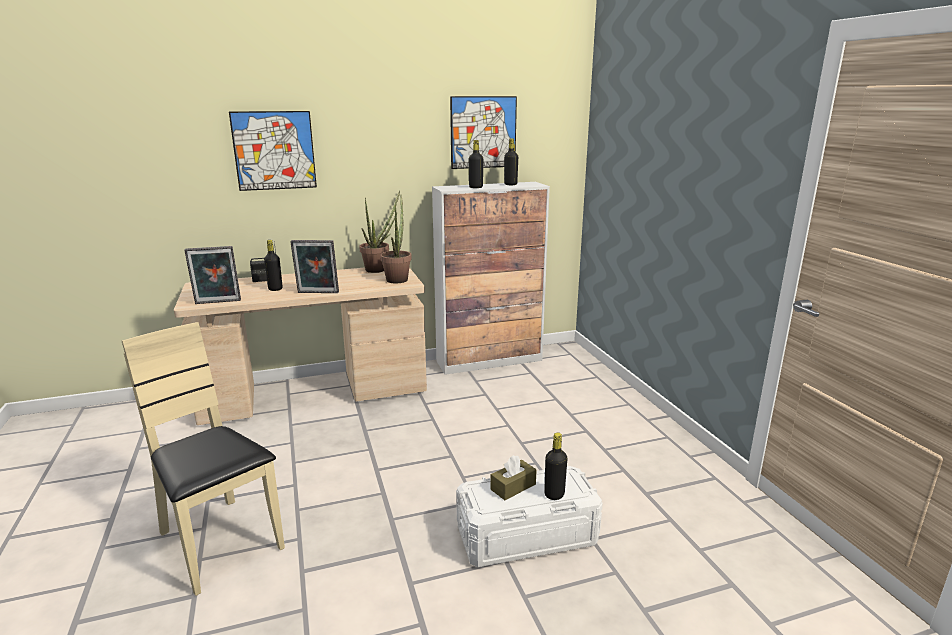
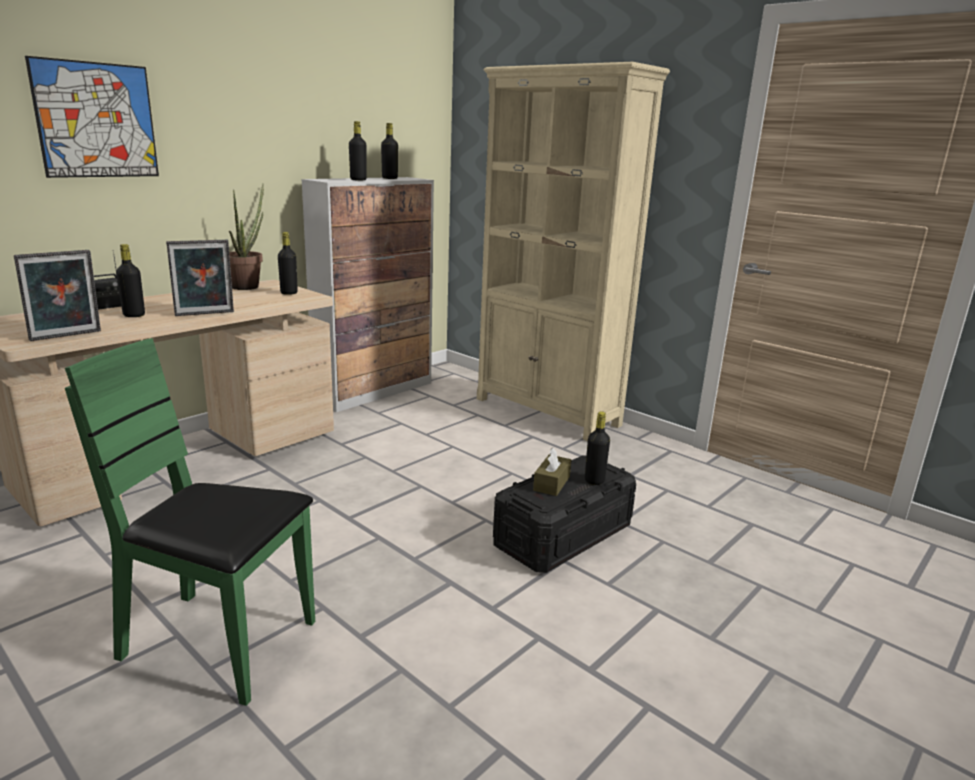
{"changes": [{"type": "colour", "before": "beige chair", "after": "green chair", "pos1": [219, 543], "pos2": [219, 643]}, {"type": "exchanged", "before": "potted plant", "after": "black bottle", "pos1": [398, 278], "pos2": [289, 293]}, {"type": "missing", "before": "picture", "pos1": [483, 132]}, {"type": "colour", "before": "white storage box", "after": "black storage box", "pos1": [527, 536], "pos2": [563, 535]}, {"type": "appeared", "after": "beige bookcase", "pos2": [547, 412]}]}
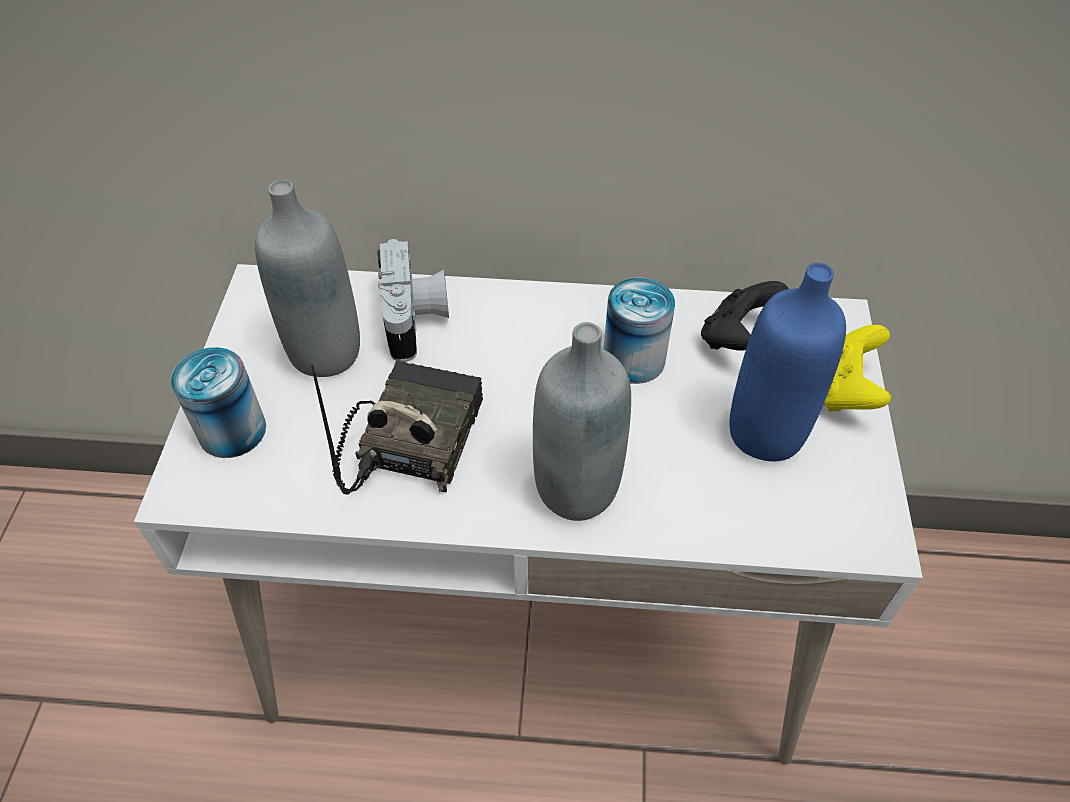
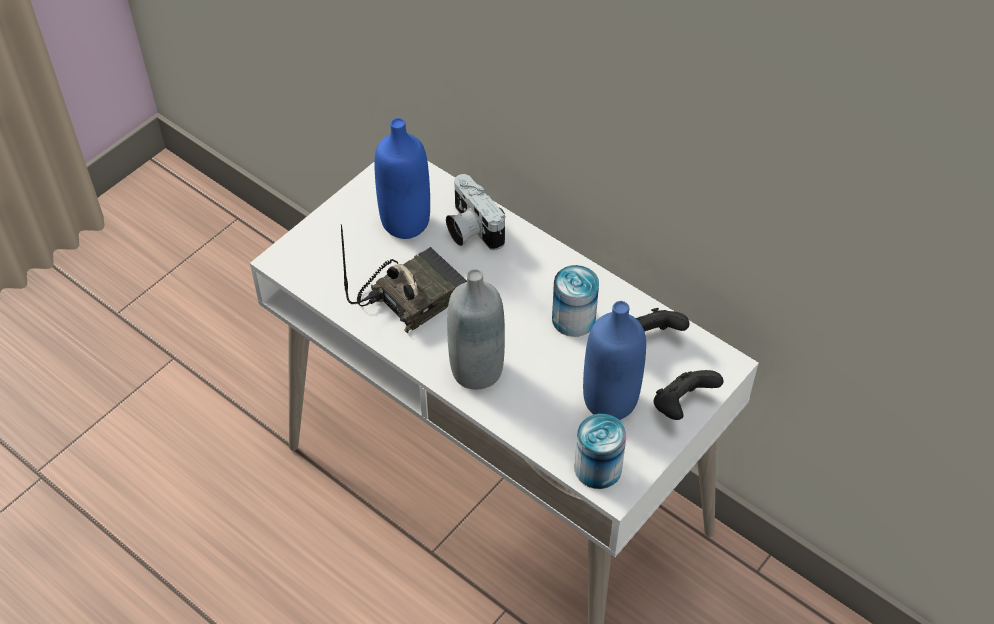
{"changes": [{"type": "relocated", "before": "can", "pos1": [232, 430], "pos2": [598, 468]}, {"type": "colour", "before": "grey bottle", "after": "blue bottle", "pos1": [325, 352], "pos2": [405, 222]}, {"type": "spun", "before": "photo camera", "pos1": [417, 319], "pos2": [470, 229], "turn": 120}, {"type": "colour", "before": "yellow game controller", "after": "black game controller", "pos1": [844, 391], "pos2": [682, 405]}]}
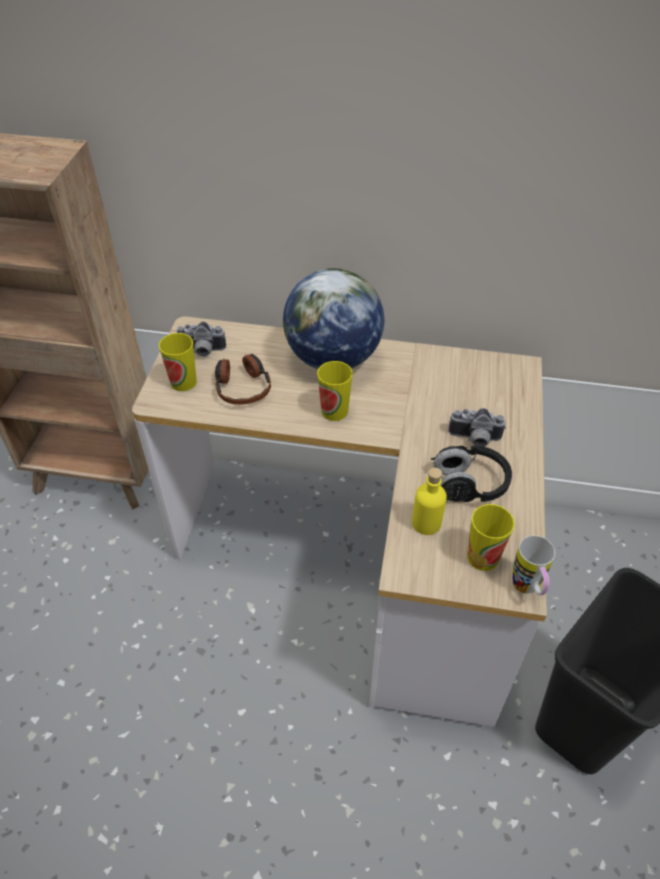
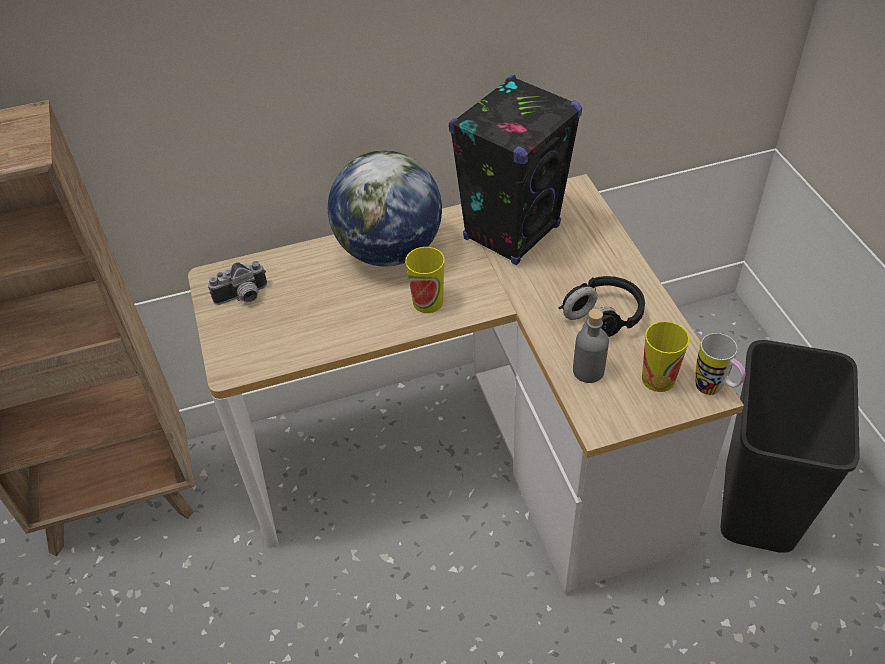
{"changes": [{"type": "missing", "before": "cup", "pos1": [183, 382]}, {"type": "missing", "before": "headphones", "pos1": [242, 386]}, {"type": "colour", "before": "yellow bottle", "after": "grey bottle", "pos1": [426, 523], "pos2": [588, 371]}, {"type": "missing", "before": "photo camera", "pos1": [474, 439]}, {"type": "appeared", "after": "black speaker", "pos2": [512, 232]}]}
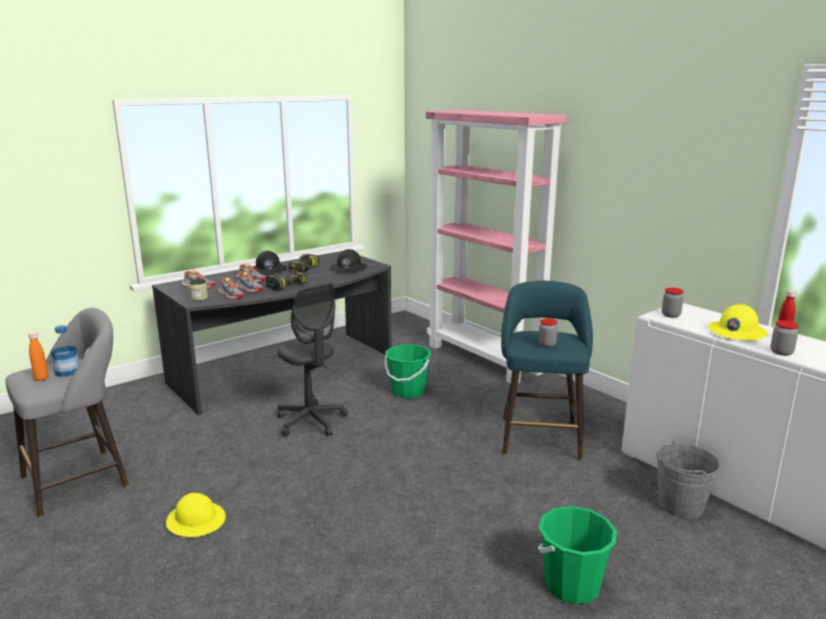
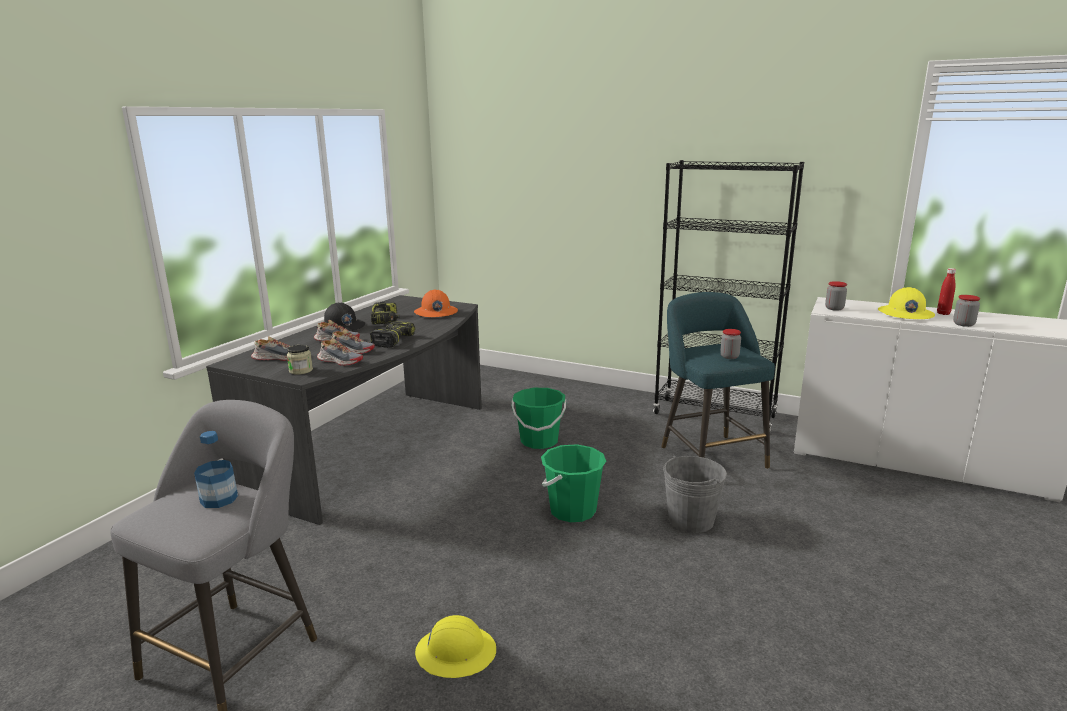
{"changes": [{"type": "missing", "before": "orange bottle", "pos1": [41, 379]}, {"type": "missing", "before": "grey office chair", "pos1": [311, 421]}, {"type": "colour", "before": "black hard hat", "after": "orange hard hat", "pos1": [348, 268], "pos2": [435, 313]}, {"type": "missing", "before": "pink bookcase", "pos1": [485, 359]}, {"type": "relocated", "before": "green bucket", "pos1": [572, 585], "pos2": [572, 511]}, {"type": "relocated", "before": "grey bucket", "pos1": [680, 505], "pos2": [691, 520]}, {"type": "appeared", "after": "black bookcase", "pos2": [714, 415]}]}
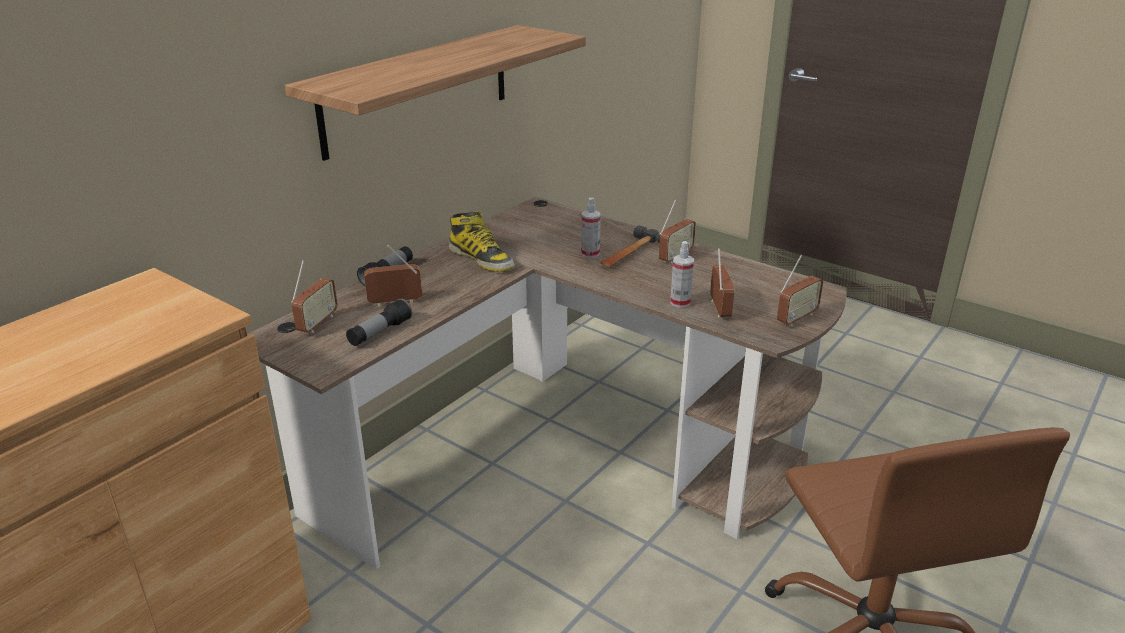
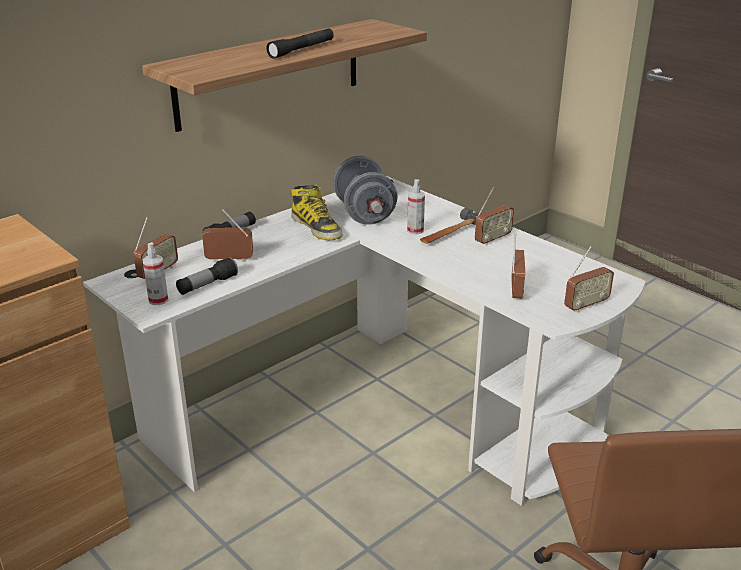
{"changes": [{"type": "colour", "before": "brown desk", "after": "white desk", "pos1": [559, 452], "pos2": [378, 408]}, {"type": "relocated", "before": "spray bottle", "pos1": [680, 302], "pos2": [158, 300]}, {"type": "appeared", "after": "black flashlight", "pos2": [302, 49]}, {"type": "appeared", "after": "grey dumbbell", "pos2": [364, 213]}]}
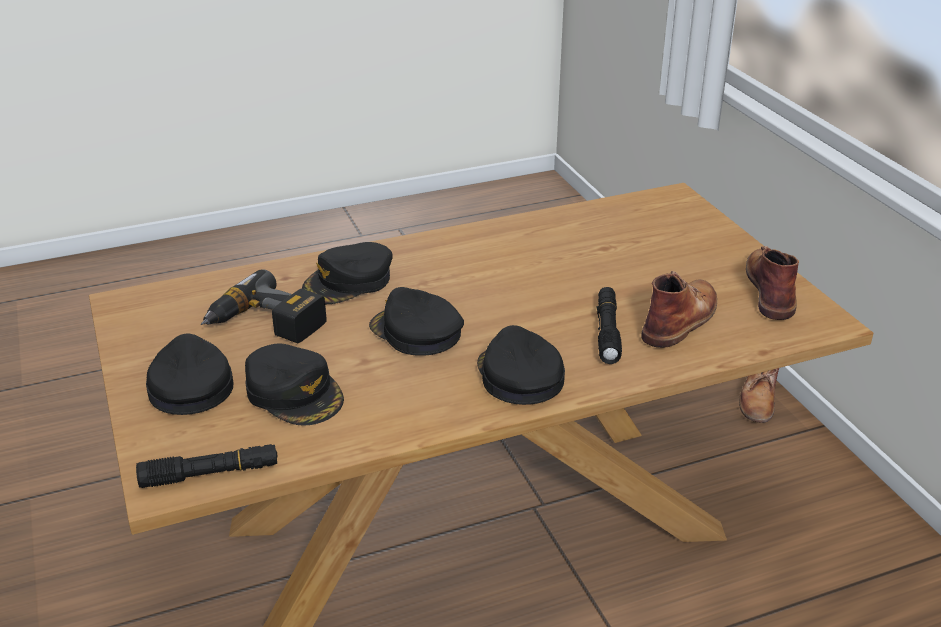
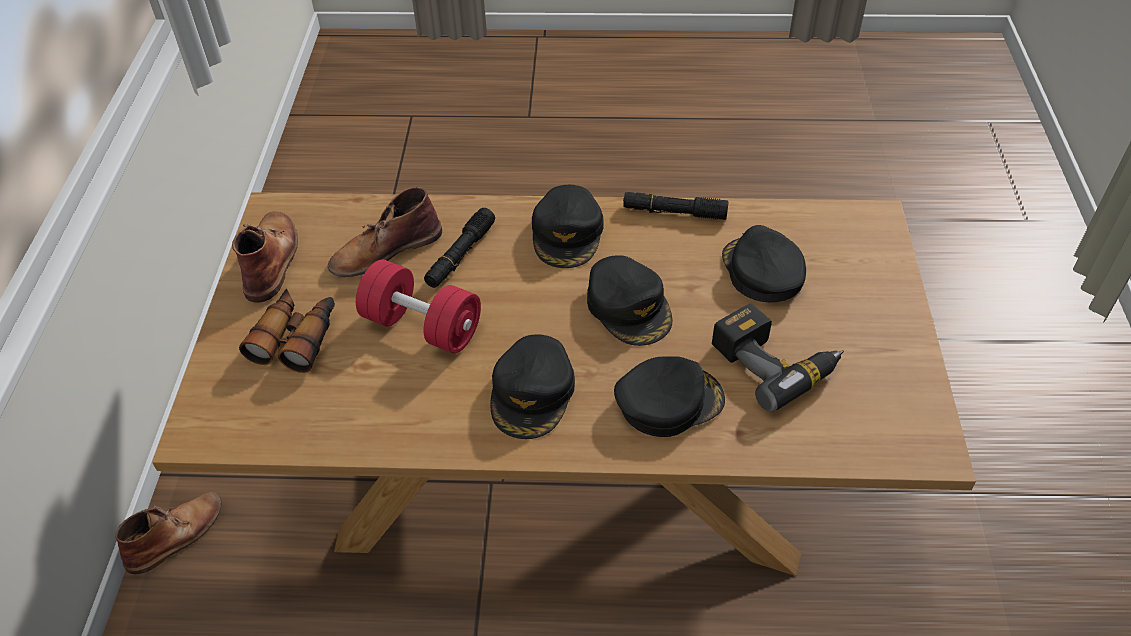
{"changes": [{"type": "relocated", "before": "black flashlight", "pos1": [210, 474], "pos2": [674, 212]}, {"type": "relocated", "before": "black cap", "pos1": [190, 385], "pos2": [533, 393]}, {"type": "spun", "before": "brown boot", "pos1": [770, 288], "pos2": [271, 259], "turn": 150}, {"type": "appeared", "after": "binoculars", "pos2": [296, 337]}, {"type": "appeared", "after": "red dumbbell", "pos2": [422, 326]}]}
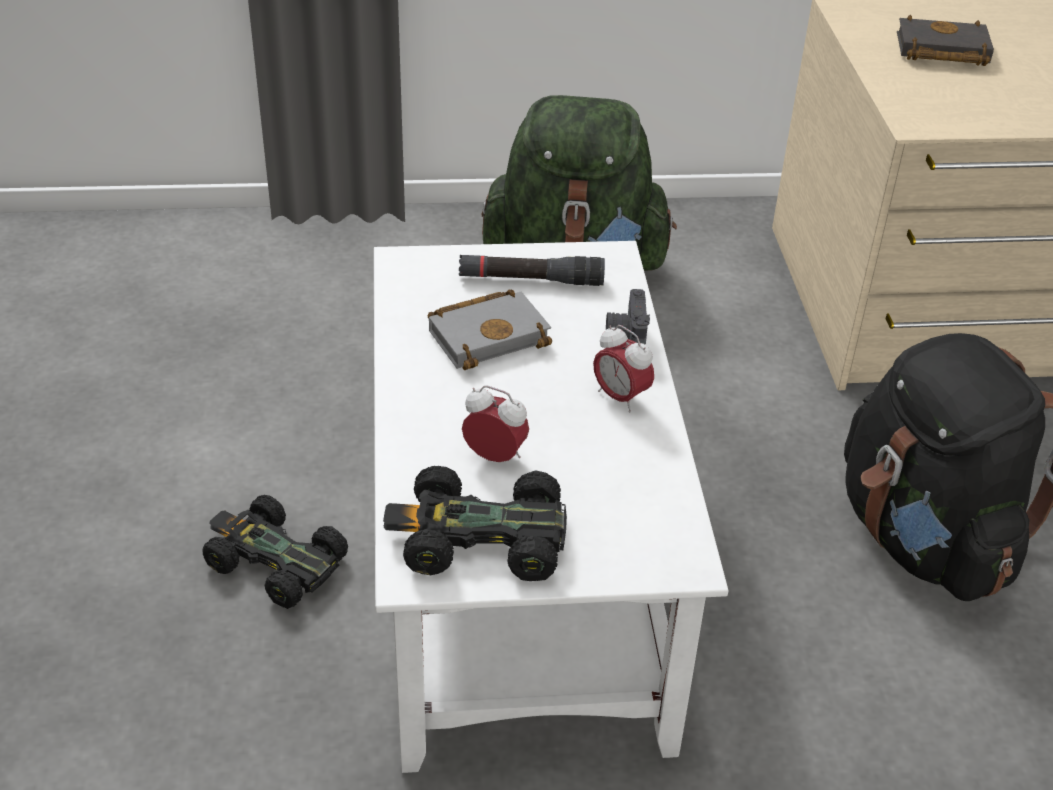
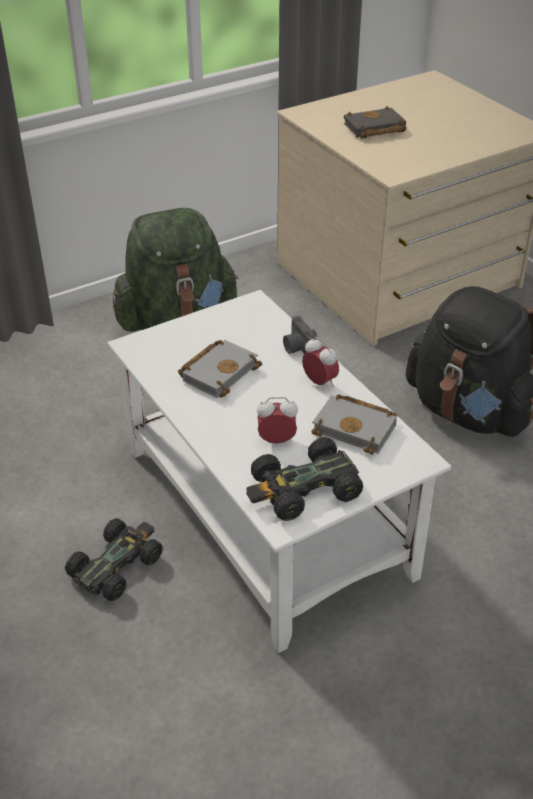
{"changes": [{"type": "spun", "before": "black toy car", "pos1": [274, 562], "pos2": [116, 565], "turn": 120}, {"type": "missing", "before": "black flashlight", "pos1": [531, 280]}, {"type": "spun", "before": "alarm clock", "pos1": [620, 397], "pos2": [320, 382], "turn": -150}, {"type": "appeared", "after": "grey book", "pos2": [357, 428]}]}
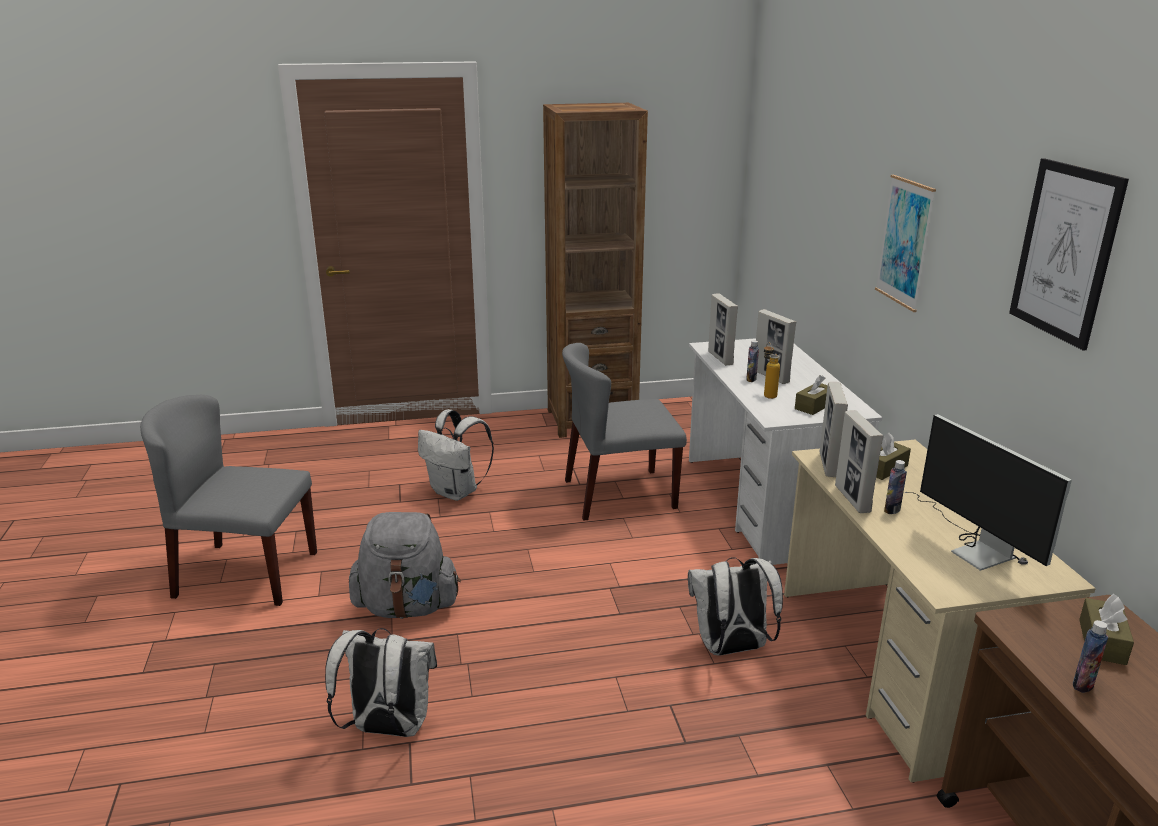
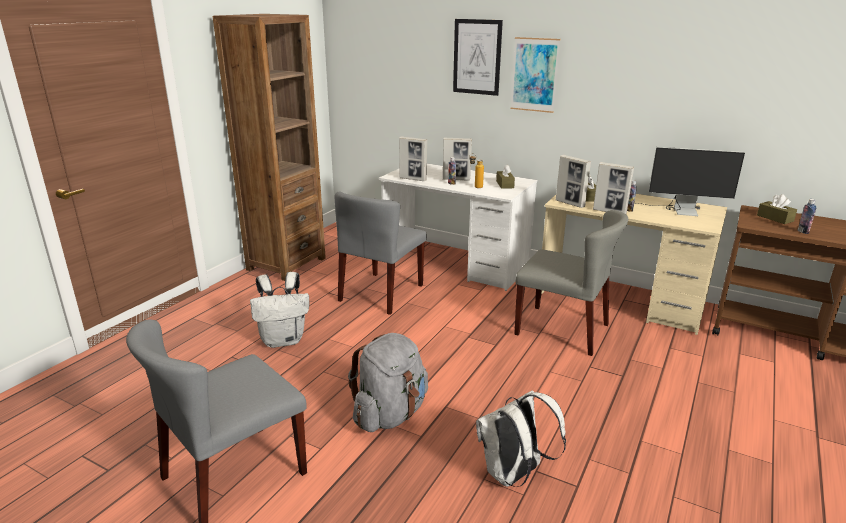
{"changes": [{"type": "exchanged", "before": "white backpack", "after": "grey chair", "pos1": [731, 649], "pos2": [563, 329]}, {"type": "relocated", "before": "picture", "pos1": [1065, 252], "pos2": [477, 57]}]}
